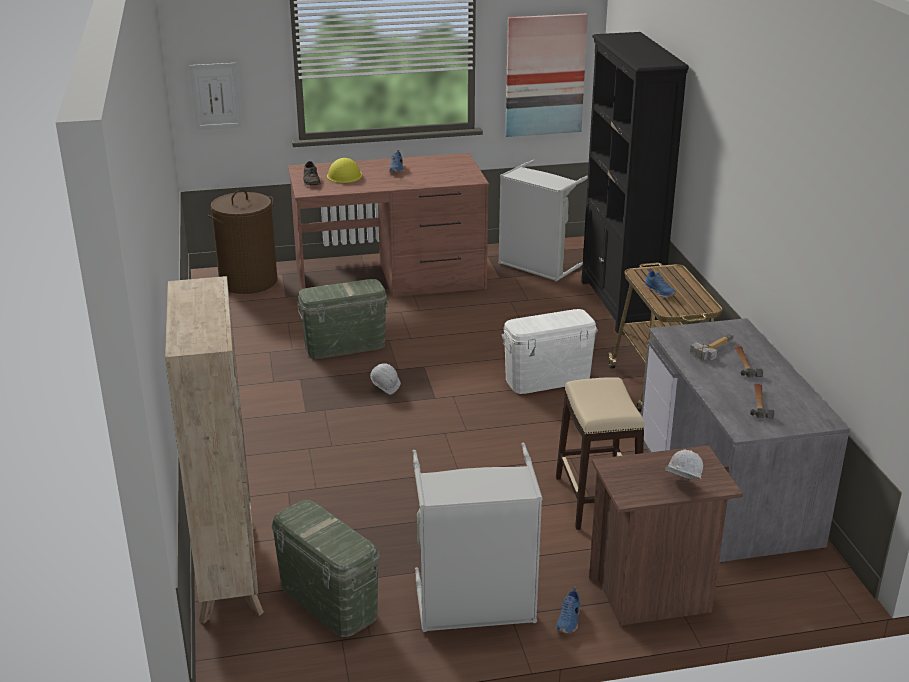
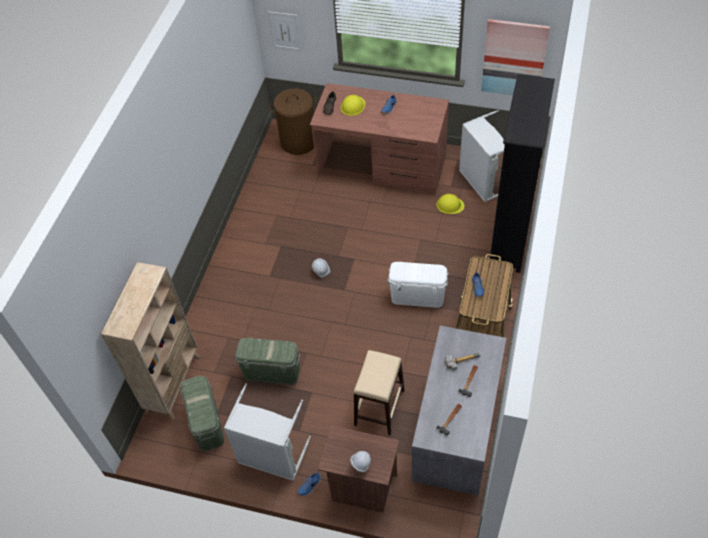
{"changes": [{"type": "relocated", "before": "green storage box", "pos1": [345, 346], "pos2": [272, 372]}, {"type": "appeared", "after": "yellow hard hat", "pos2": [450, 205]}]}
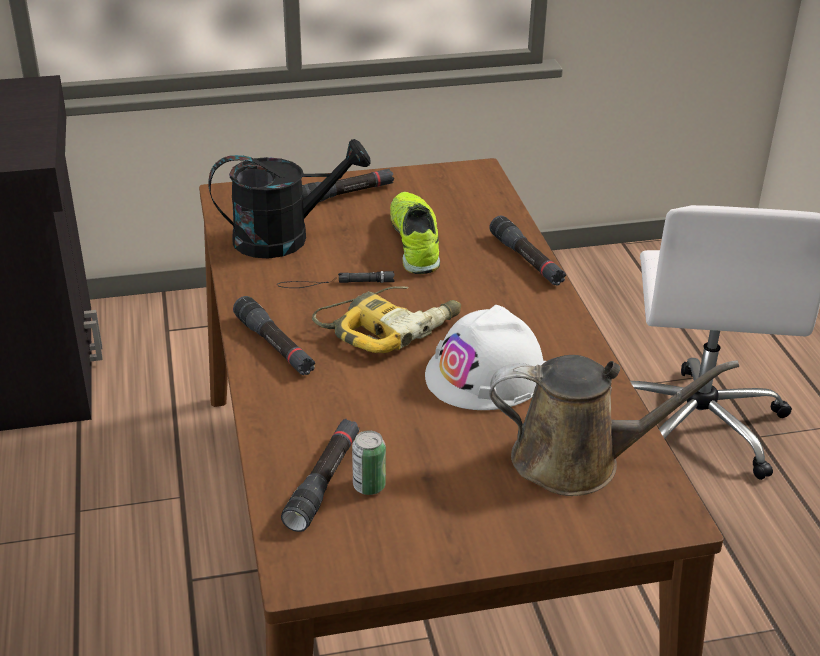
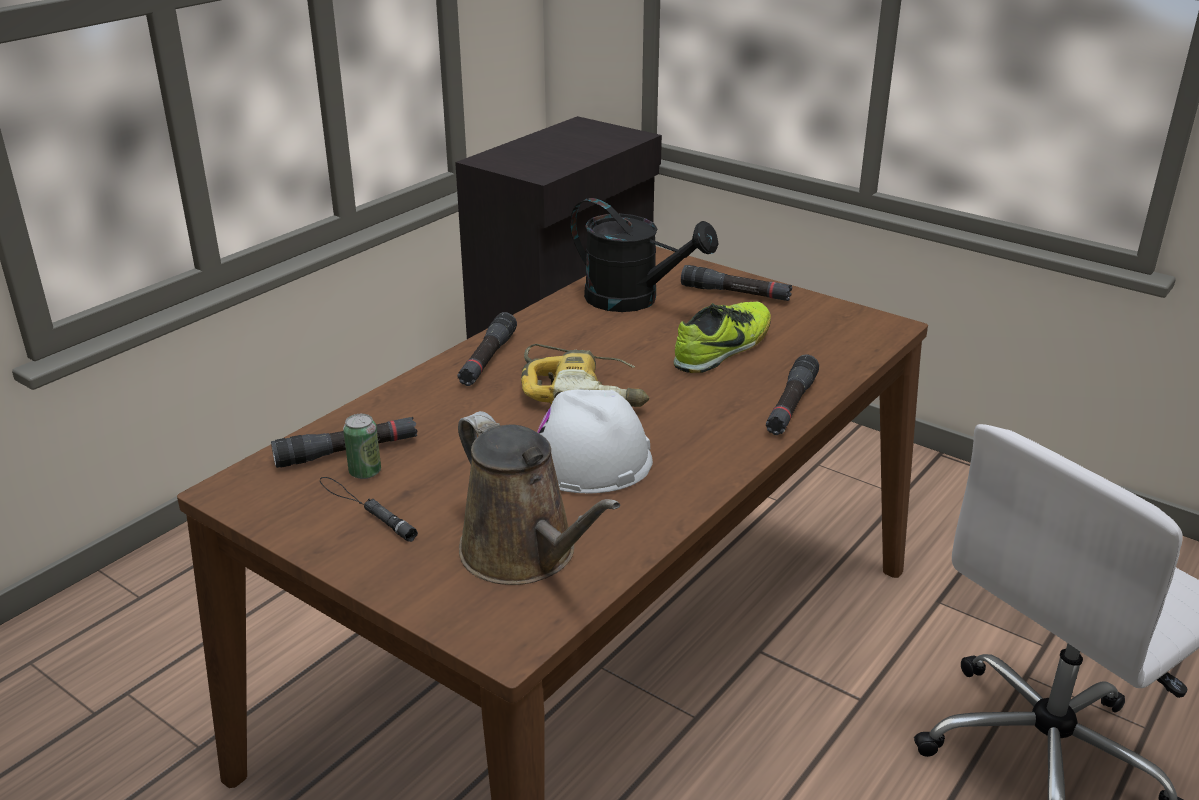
{"changes": [{"type": "relocated", "before": "black flashlight", "pos1": [335, 283], "pos2": [365, 509]}]}
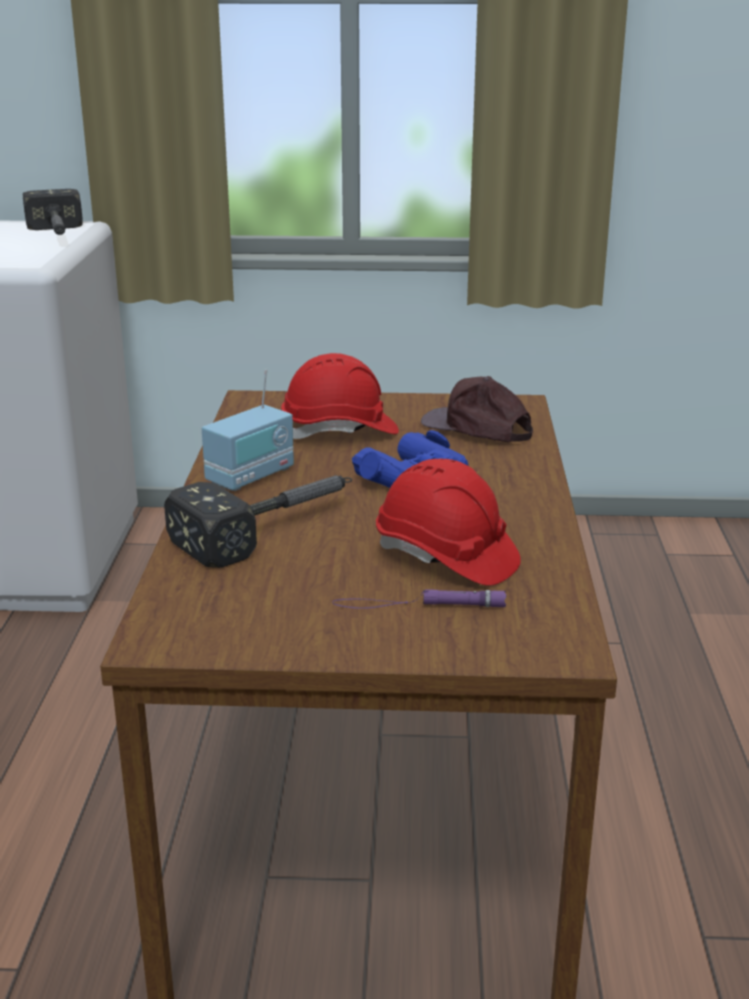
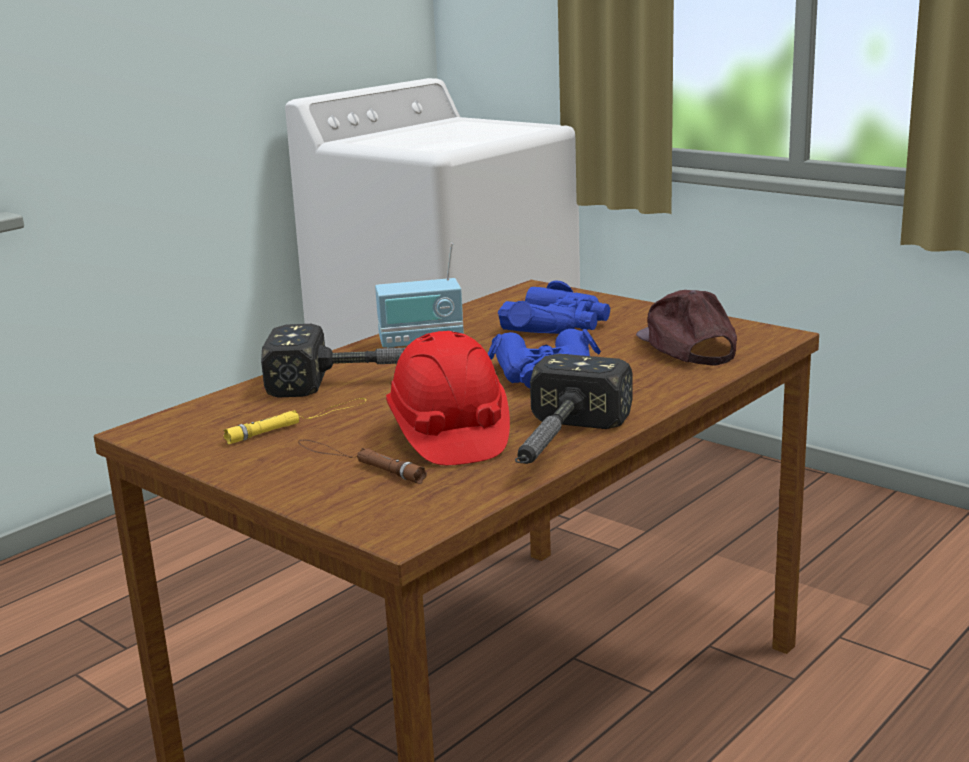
{"changes": [{"type": "relocated", "before": "hammer", "pos1": [57, 235], "pos2": [558, 446]}, {"type": "exchanged", "before": "red hard hat", "after": "blue binoculars", "pos1": [340, 431], "pos2": [558, 325]}, {"type": "colour", "before": "purple flashlight", "after": "brown flashlight", "pos1": [418, 605], "pos2": [358, 461]}, {"type": "appeared", "after": "yellow flashlight", "pos2": [299, 421]}]}
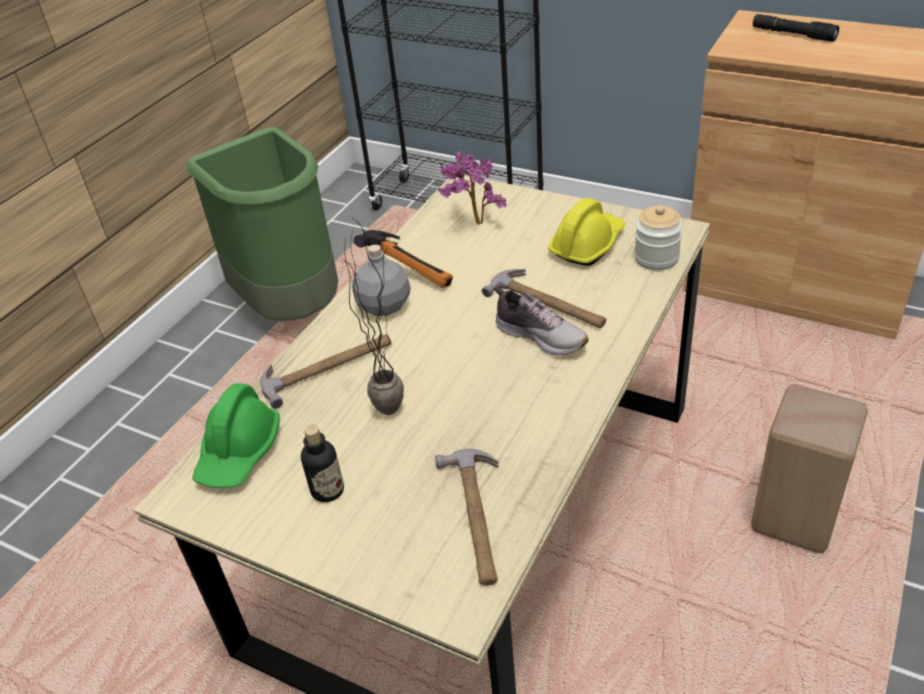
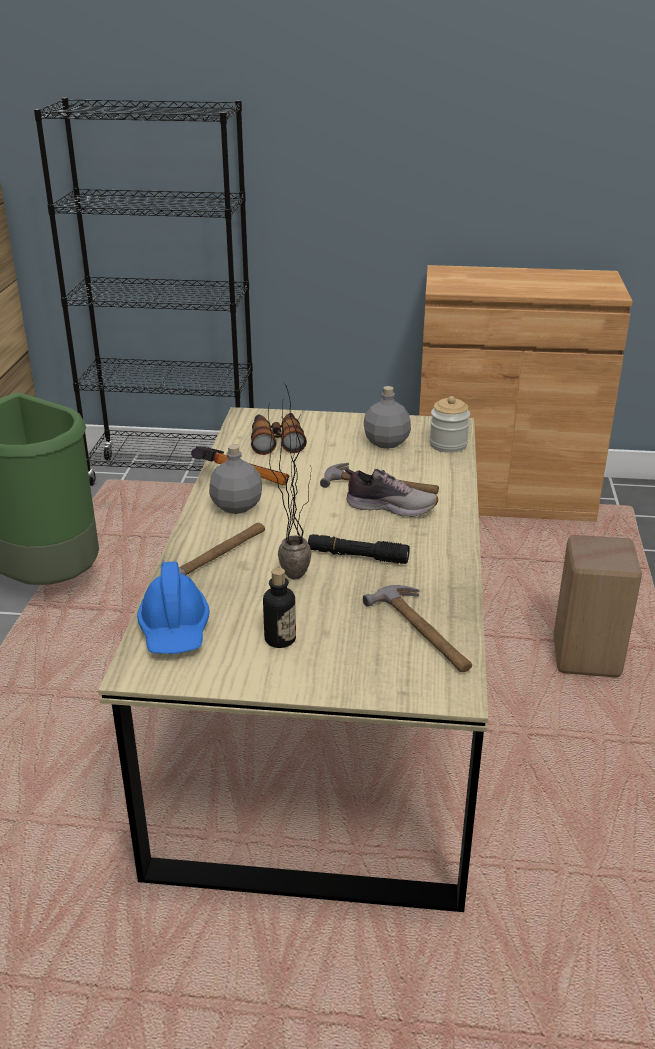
{"changes": [{"type": "colour", "before": "green hard hat", "after": "blue hard hat", "pos1": [239, 452], "pos2": [175, 629]}, {"type": "exchanged", "before": "potted plant", "after": "binoculars", "pos1": [473, 225], "pos2": [276, 440]}, {"type": "exchanged", "before": "yellow hard hat", "after": "grey bottle", "pos1": [587, 244], "pos2": [385, 442]}, {"type": "relocated", "before": "black flashlight", "pos1": [793, 35], "pos2": [357, 556]}]}
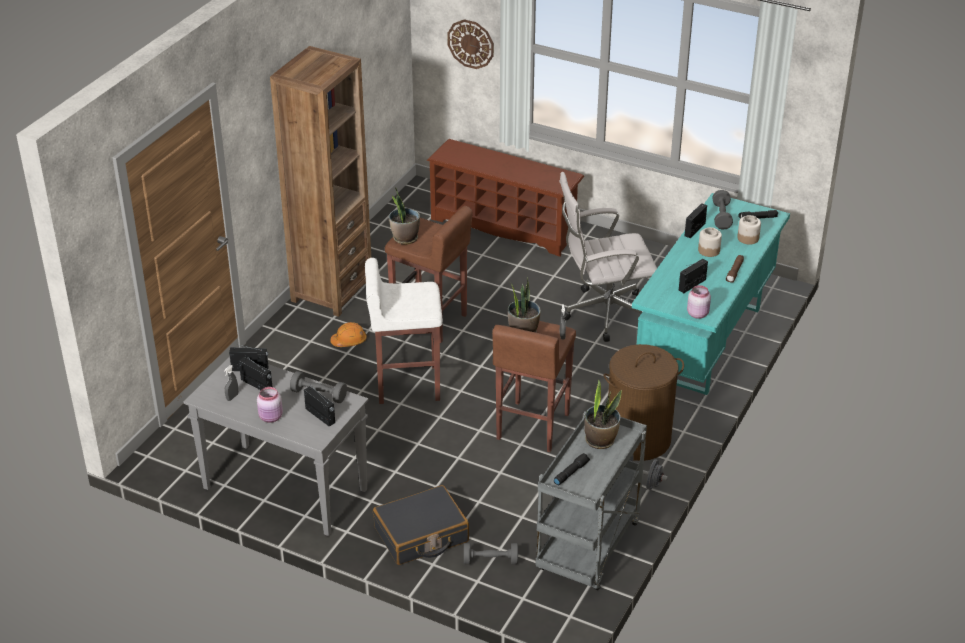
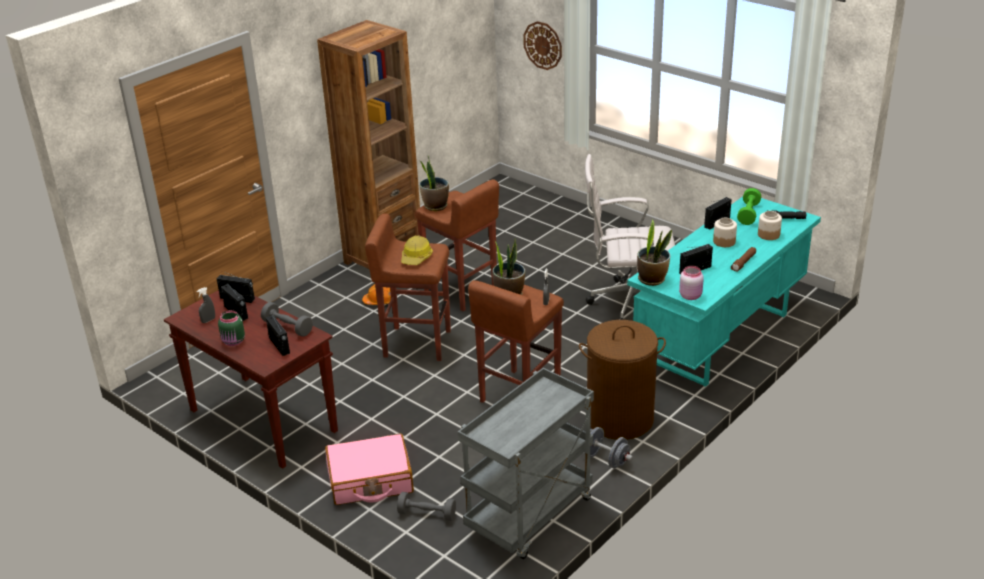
{"changes": [{"type": "colour", "before": "grey console table", "after": "brown console table", "pos1": [283, 489], "pos2": [261, 421]}, {"type": "colour", "before": "pink jar", "after": "green jar", "pos1": [271, 417], "pos2": [234, 342]}, {"type": "colour", "before": "white stool", "after": "brown stool", "pos1": [406, 384], "pos2": [416, 343]}, {"type": "colour", "before": "black suitcase", "after": "pink suitcase", "pos1": [421, 535], "pos2": [370, 480]}, {"type": "missing", "before": "brown shoe rack", "pos1": [505, 226]}, {"type": "missing", "before": "black flashlight", "pos1": [571, 472]}, {"type": "relocated", "before": "potted plant", "pos1": [600, 440], "pos2": [652, 279]}, {"type": "colour", "before": "grey dumbbell", "after": "green dumbbell", "pos1": [721, 217], "pos2": [748, 214]}, {"type": "appeared", "after": "hard hat", "pos2": [416, 258]}]}
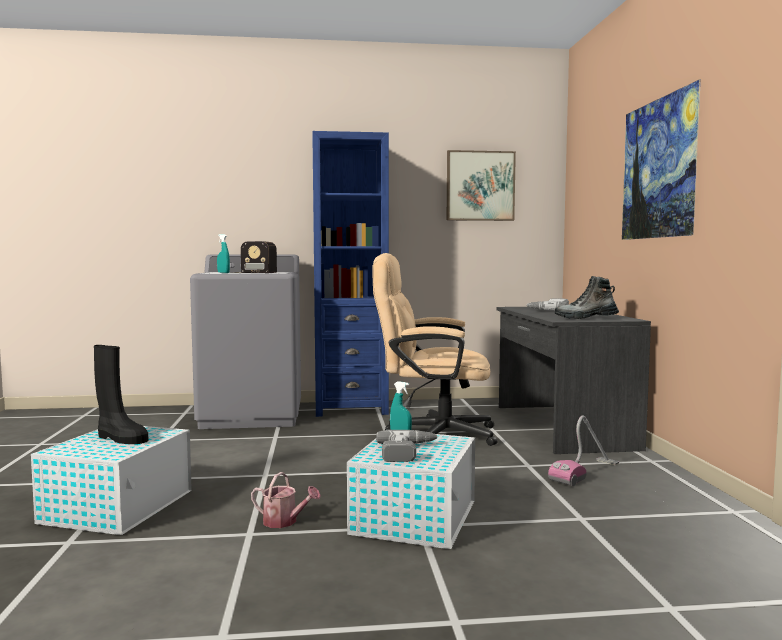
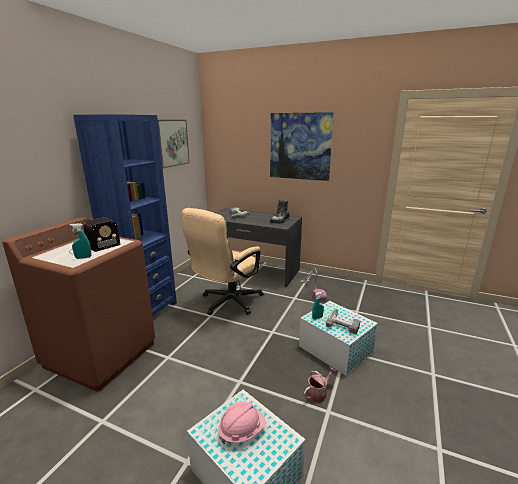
{"changes": [{"type": "exchanged", "before": "black boot", "after": "pink hard hat", "pos1": [120, 438], "pos2": [242, 431]}, {"type": "colour", "before": "grey washing machine", "after": "brown washing machine", "pos1": [252, 415], "pos2": [101, 354]}]}
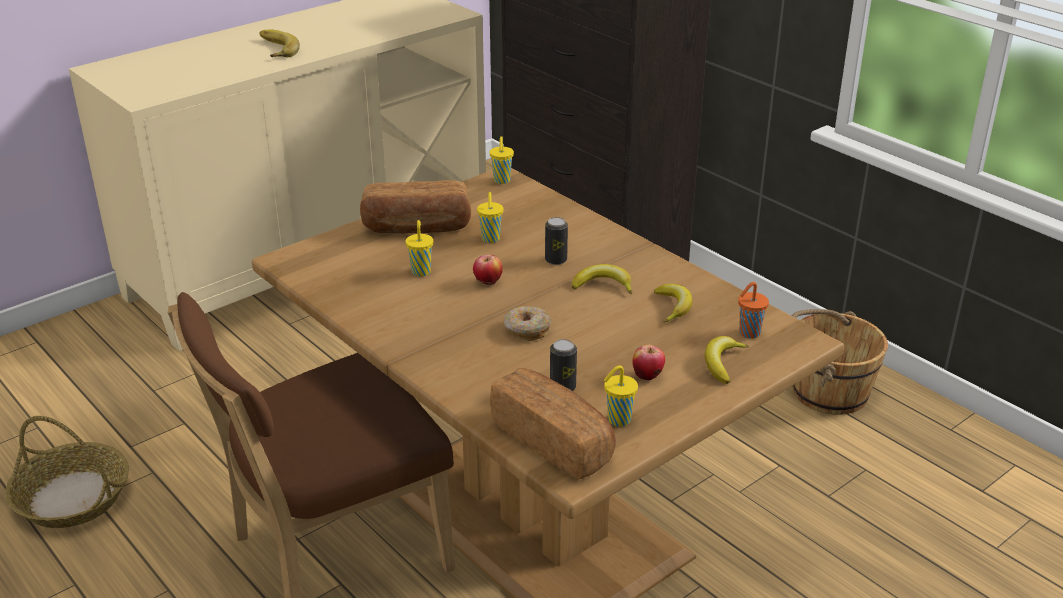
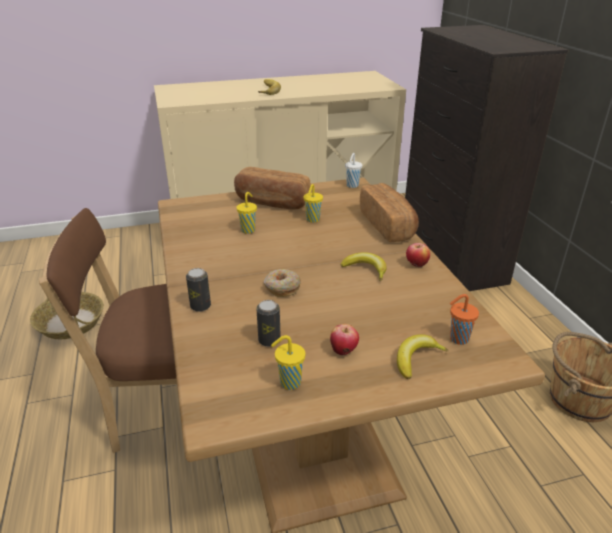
{"changes": [{"type": "relocated", "before": "apple", "pos1": [488, 283], "pos2": [416, 265]}, {"type": "colour", "before": "yellow cup", "after": "white cup", "pos1": [501, 181], "pos2": [352, 186]}, {"type": "relocated", "before": "bread", "pos1": [553, 441], "pos2": [388, 225]}, {"type": "relocated", "before": "can", "pos1": [556, 260], "pos2": [200, 306]}, {"type": "missing", "before": "banana", "pos1": [673, 307]}]}
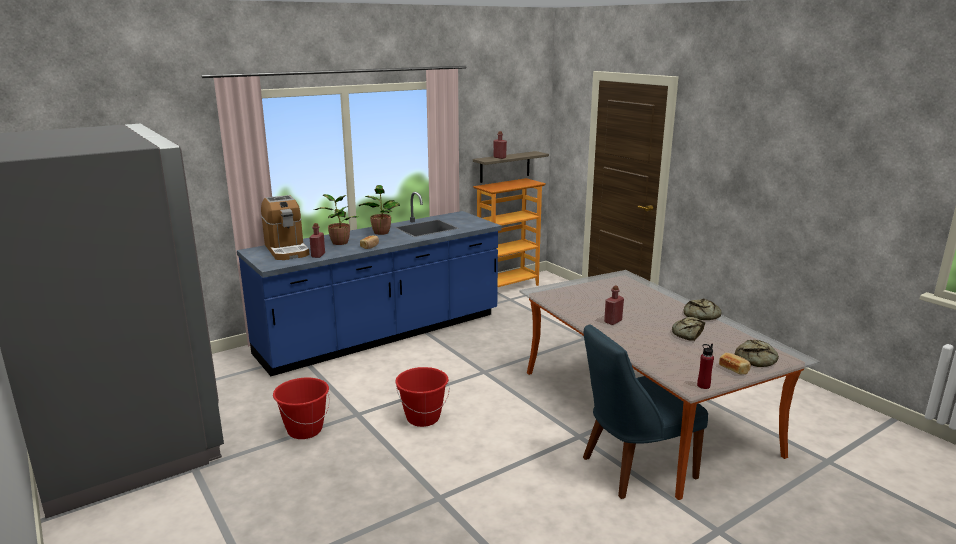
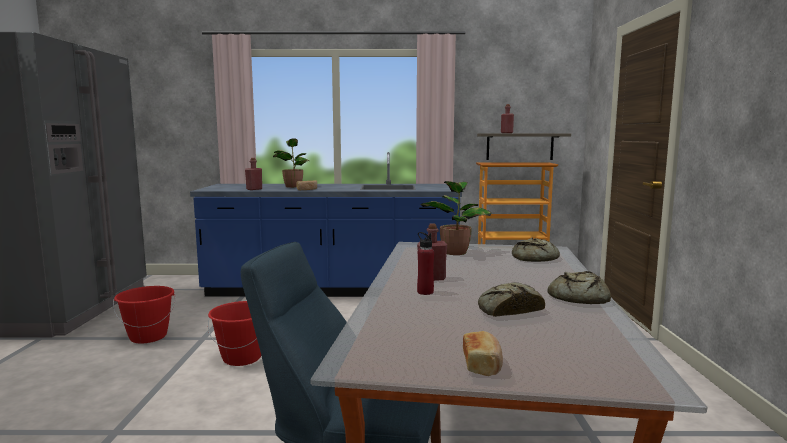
{"changes": [{"type": "missing", "before": "coffee machine", "pos1": [287, 250]}, {"type": "relocated", "before": "potted plant", "pos1": [381, 232], "pos2": [455, 252]}, {"type": "relocated", "before": "red bottle", "pos1": [703, 385], "pos2": [425, 292]}, {"type": "relocated", "before": "bread", "pos1": [757, 359], "pos2": [535, 258]}]}
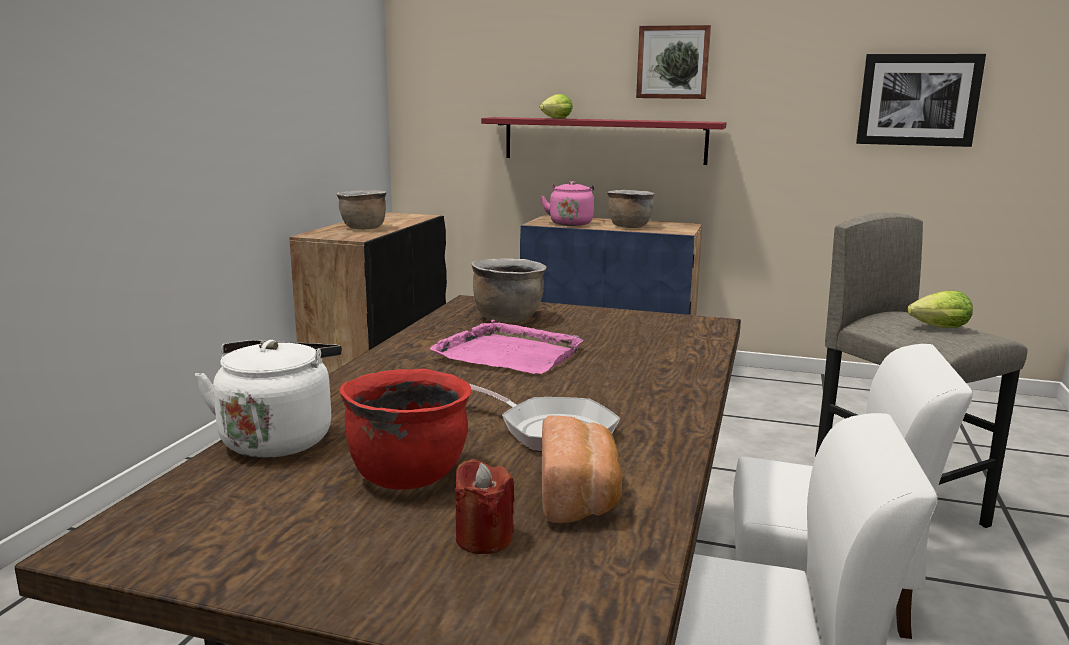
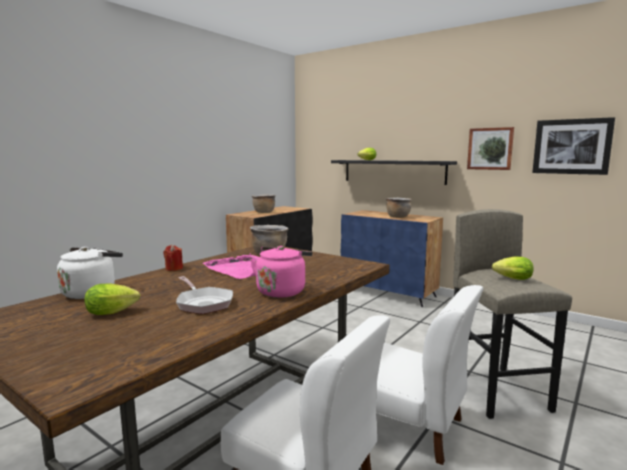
{"changes": [{"type": "exchanged", "before": "red cooking pot", "after": "lettuce", "pos1": [408, 474], "pos2": [114, 312]}, {"type": "relocated", "before": "red candle", "pos1": [484, 539], "pos2": [174, 268]}, {"type": "colour", "before": "red shelf", "after": "black shelf", "pos1": [604, 140], "pos2": [393, 171]}, {"type": "relocated", "before": "pink kettle", "pos1": [570, 223], "pos2": [282, 291]}, {"type": "missing", "before": "bread", "pos1": [579, 497]}, {"type": "relocated", "before": "picture", "pos1": [673, 62], "pos2": [490, 148]}]}
